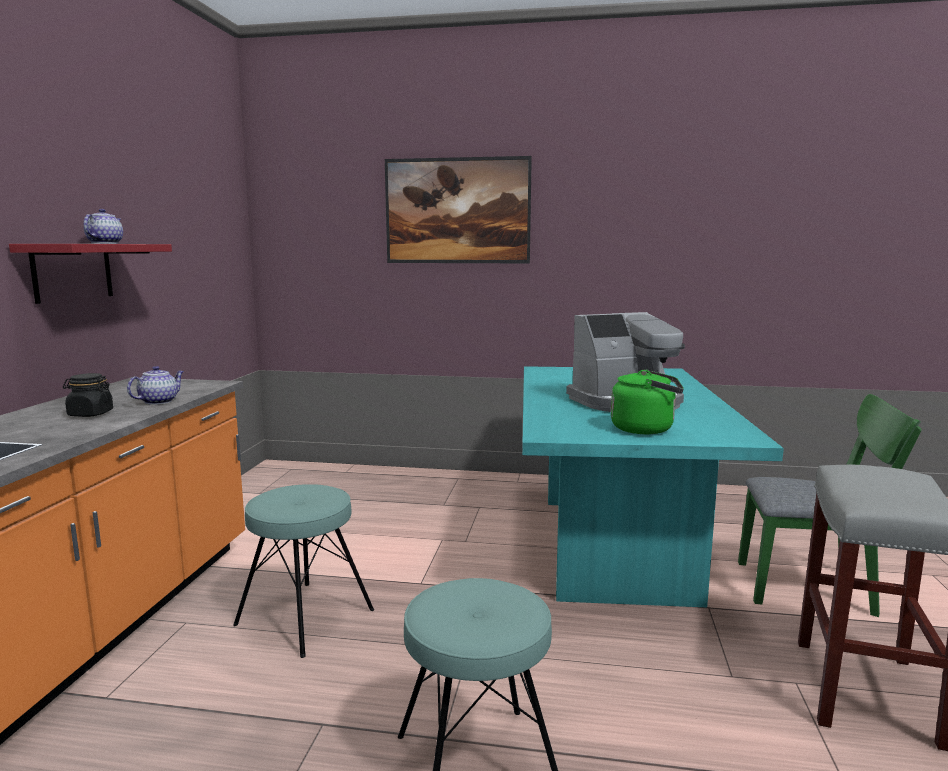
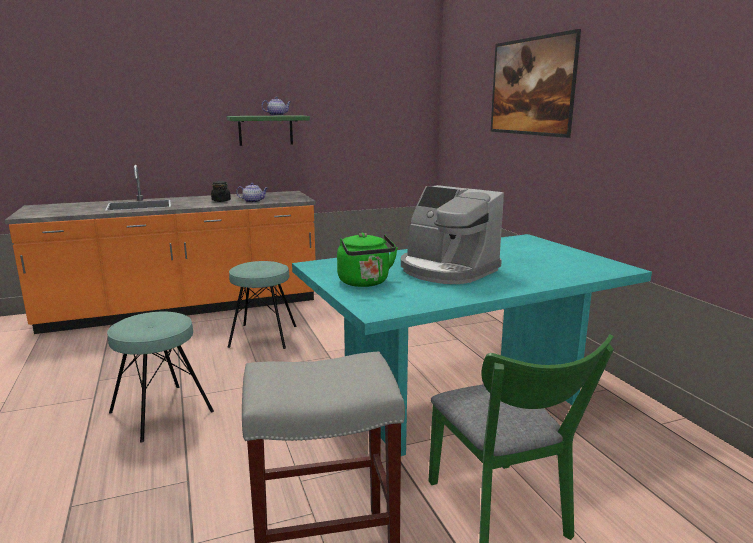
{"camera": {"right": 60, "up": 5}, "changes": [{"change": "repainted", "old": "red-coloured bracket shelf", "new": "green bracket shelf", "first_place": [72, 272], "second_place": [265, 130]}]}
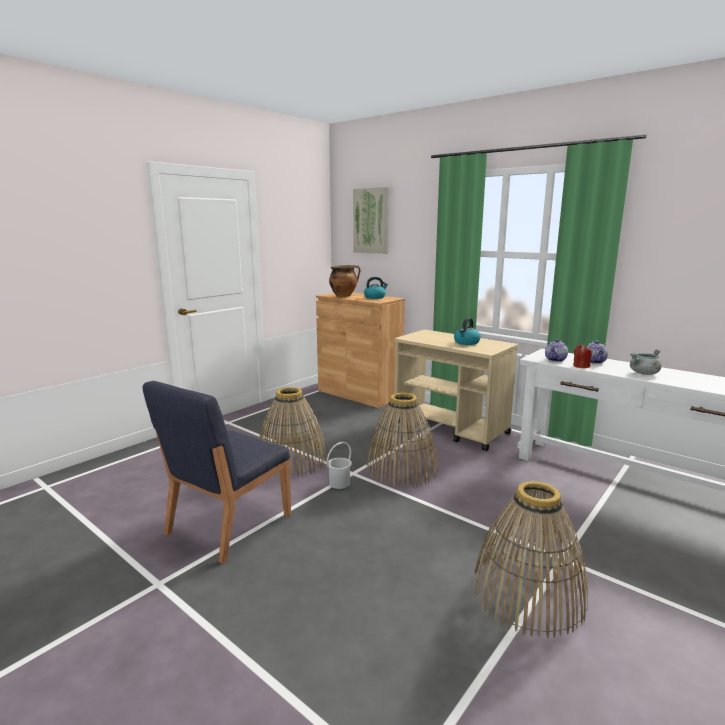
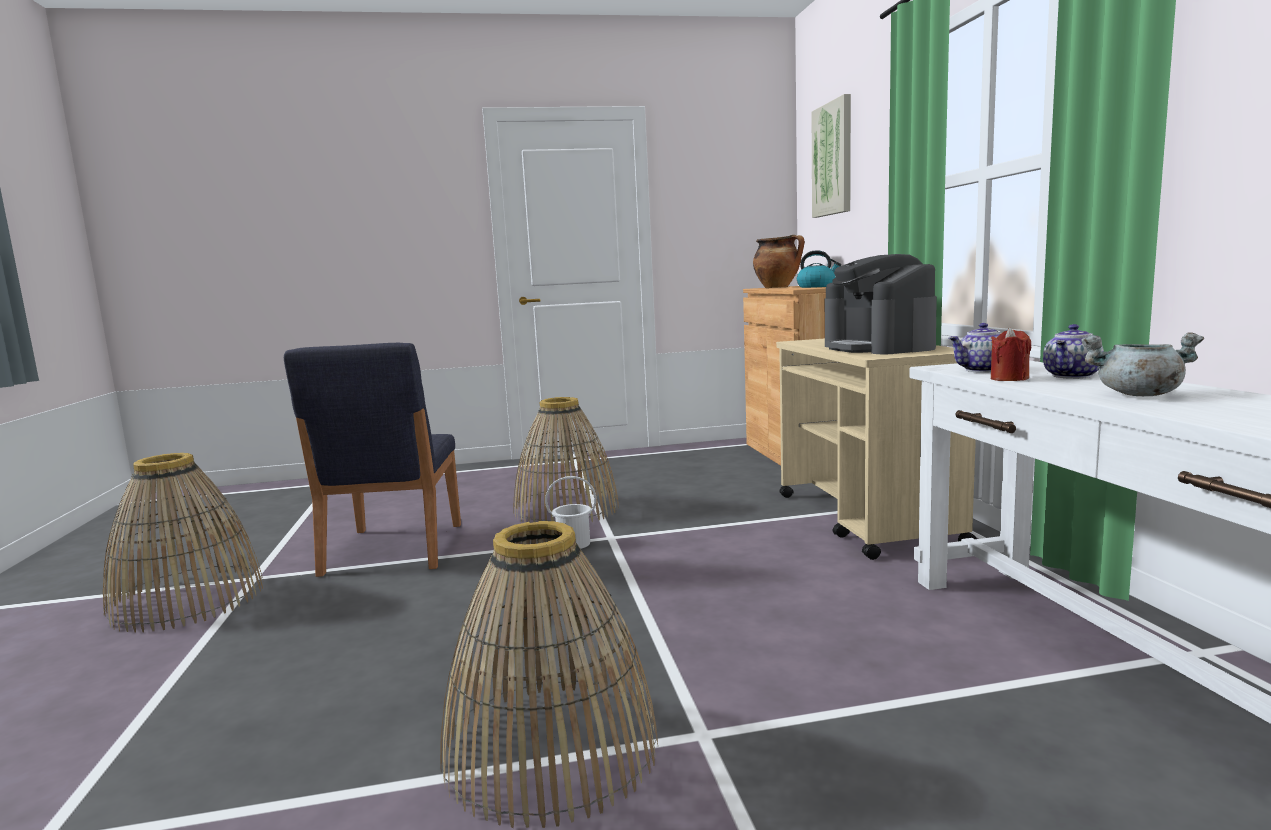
{"camera": {"right": 40, "up": -5}, "changes": [{"change": "swapped", "old": "tea kettle", "new": "coffee brewer", "first_place": [466, 342], "second_place": [878, 347]}, {"change": "rotated", "old": "blue-coloured upright chair", "first_place": [227, 524], "second_place": [392, 549], "degrees": -75}, {"change": "shifted", "old": "storage basket", "first_place": [402, 469], "second_place": [188, 600]}]}
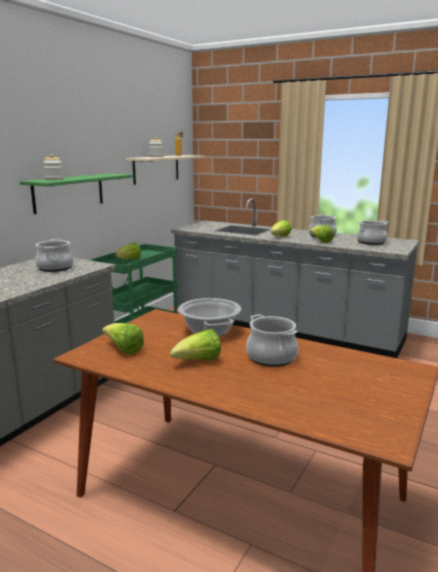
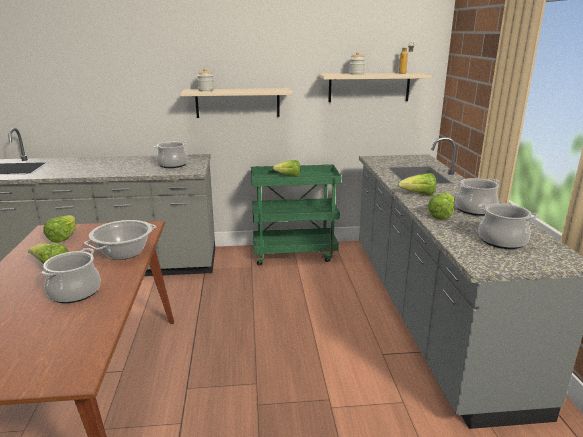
{"camera": {"right": 55, "up": 5}, "changes": [{"change": "repainted", "old": "green bracket shelf", "new": "sand-coloured bracket shelf", "first_place": [69, 192], "second_place": [237, 103]}]}
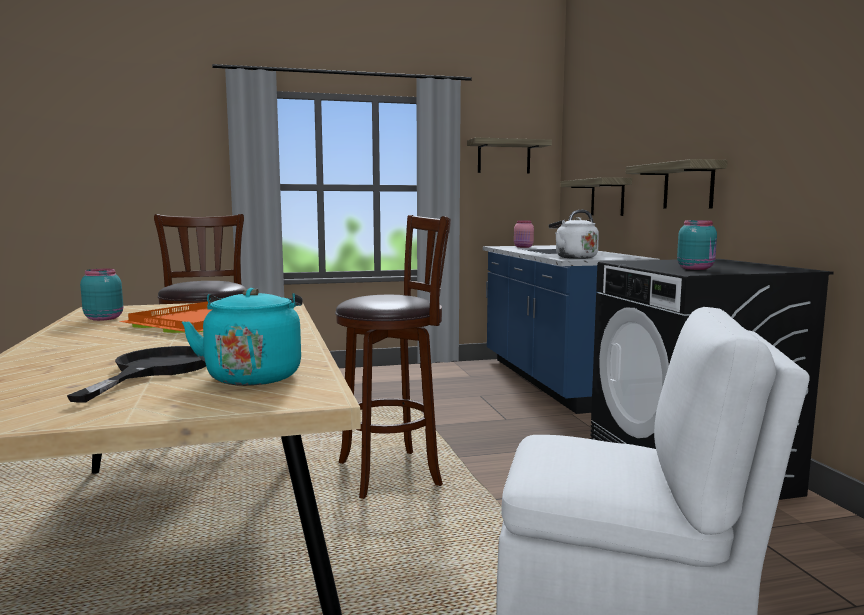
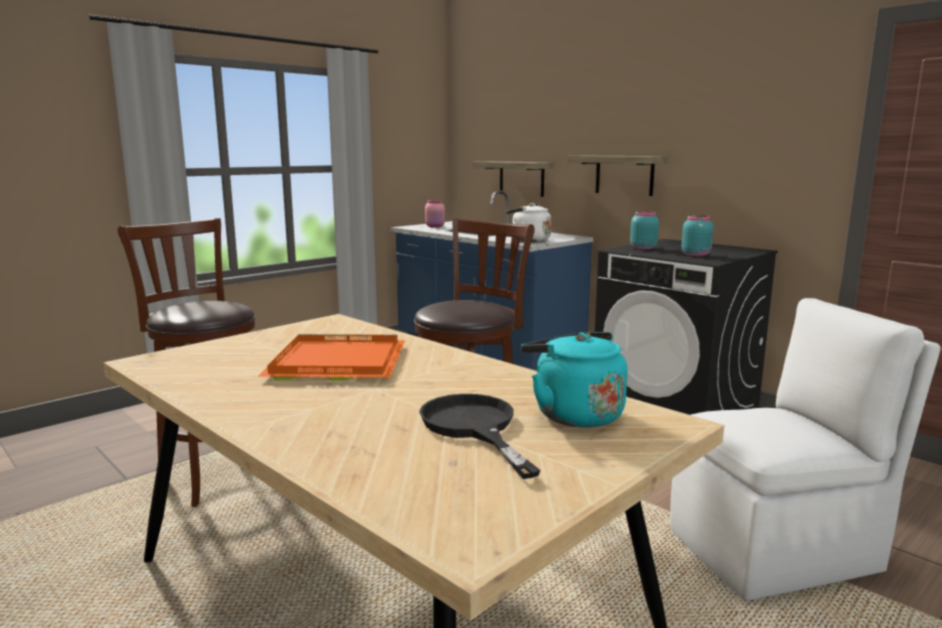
{"camera": {"right": -30, "up": 5}, "changes": [{"change": "gone", "old": "bracket shelf", "first_place": [504, 157]}, {"change": "shifted", "old": "blue-green preserve jar", "first_place": [104, 318], "second_place": [642, 248]}]}
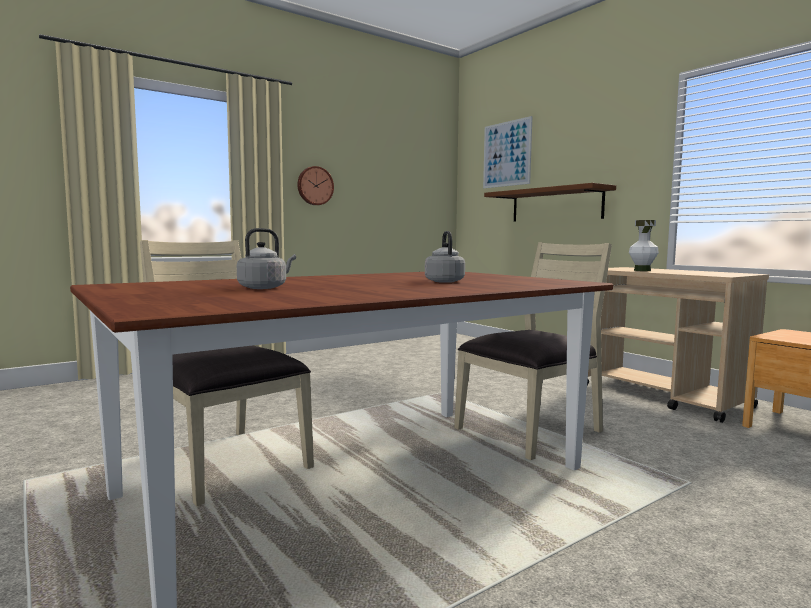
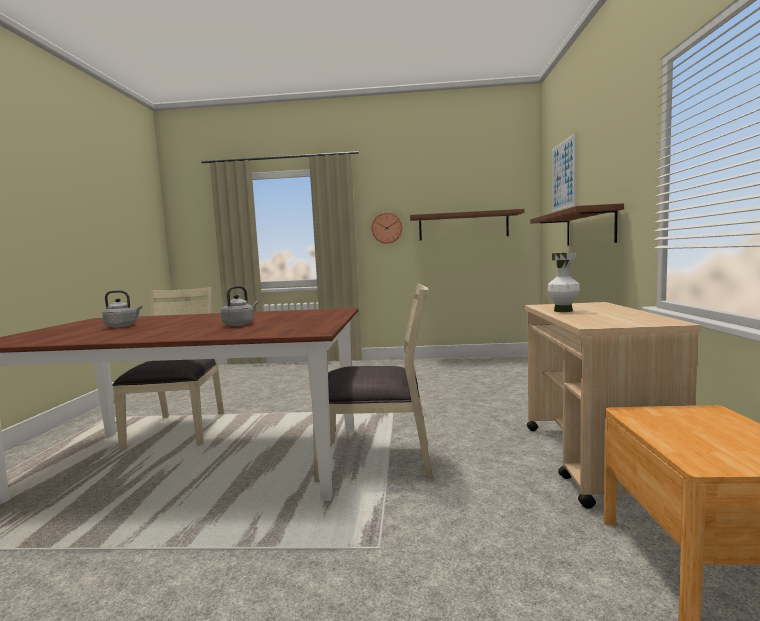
{"camera": {"right": 40, "up": 0}, "changes": [{"change": "new", "new": "bracket shelf", "second_place": [463, 226]}]}
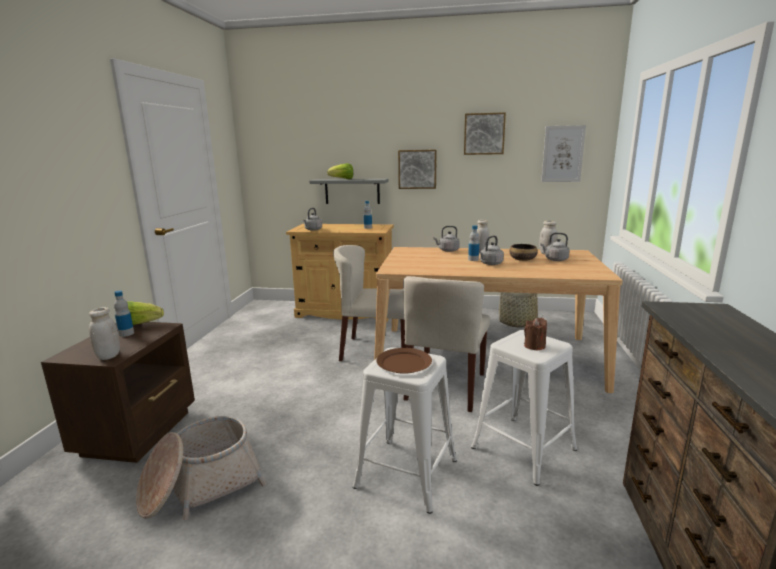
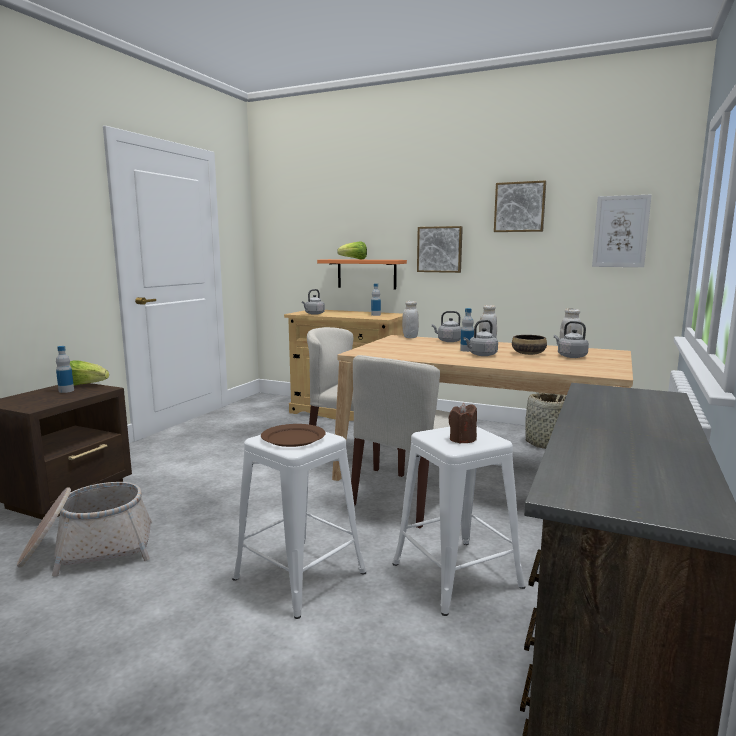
{"camera": {"right": 15, "up": -5}, "changes": [{"change": "repainted", "old": "grey bracket shelf", "new": "orangey bracket shelf", "first_place": [352, 191], "second_place": [366, 274]}, {"change": "shifted", "old": "white-coloured preserve jar", "first_place": [108, 356], "second_place": [410, 337]}]}
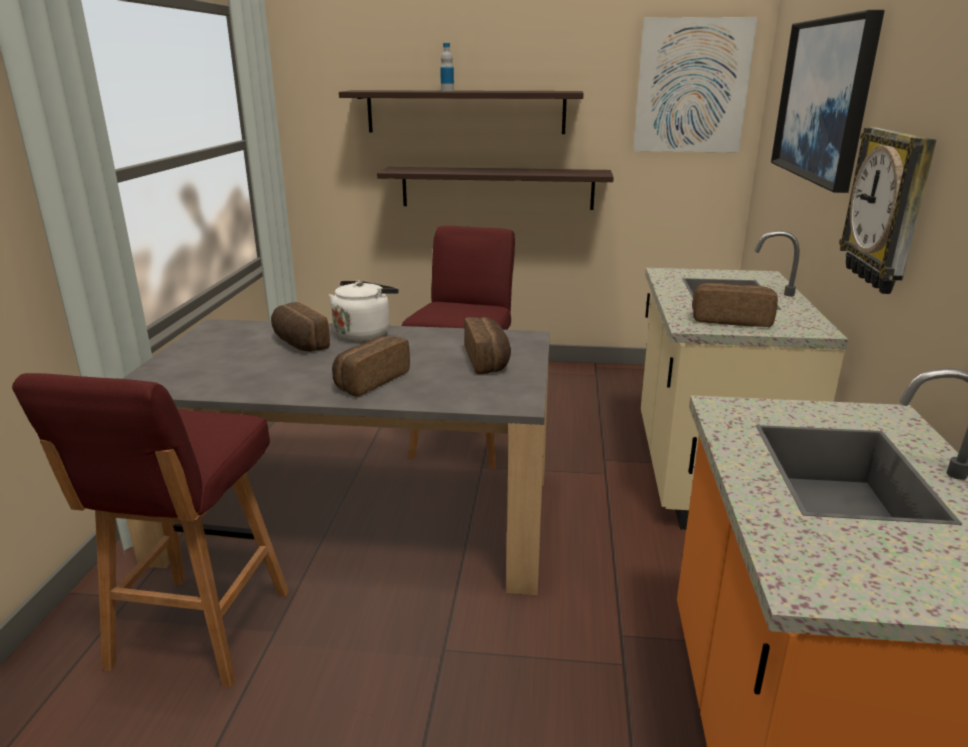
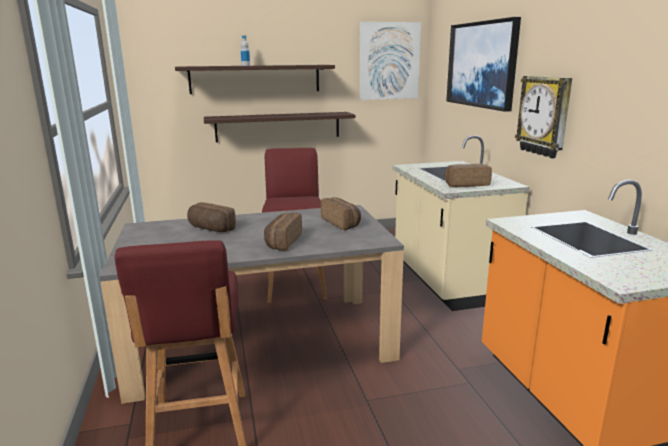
{"camera": {"right": -20, "up": -5}, "changes": [{"change": "gone", "old": "white-coloured tea kettle", "first_place": [364, 333]}]}
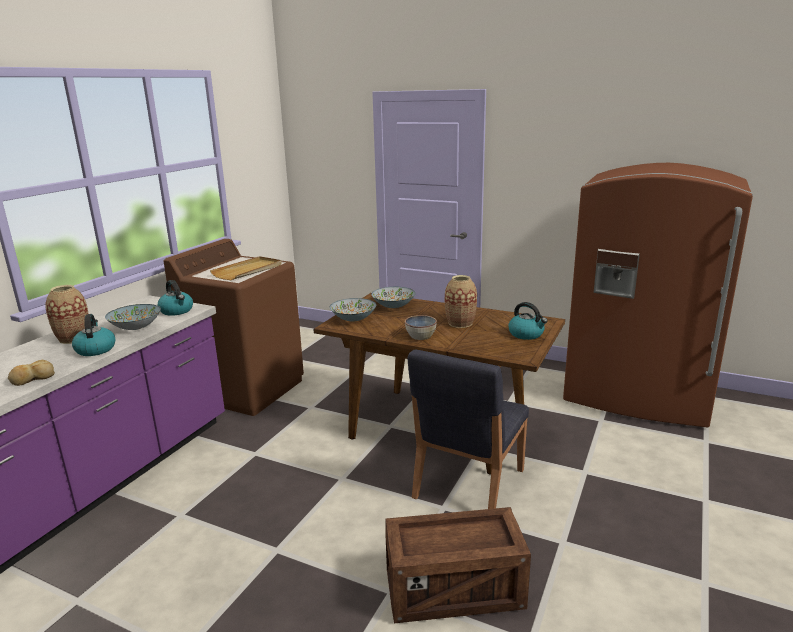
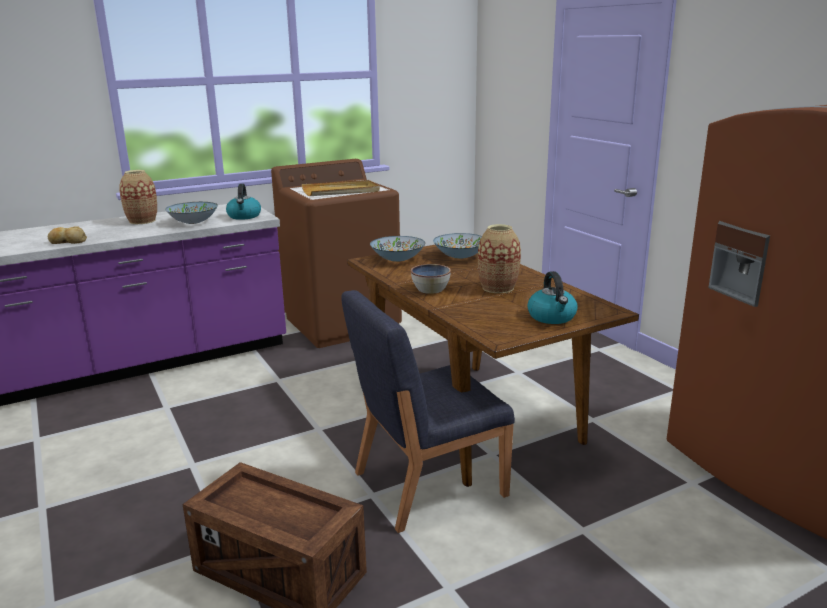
{"camera": {"right": 35, "up": 0}, "changes": [{"change": "gone", "old": "tea kettle", "first_place": [95, 349]}]}
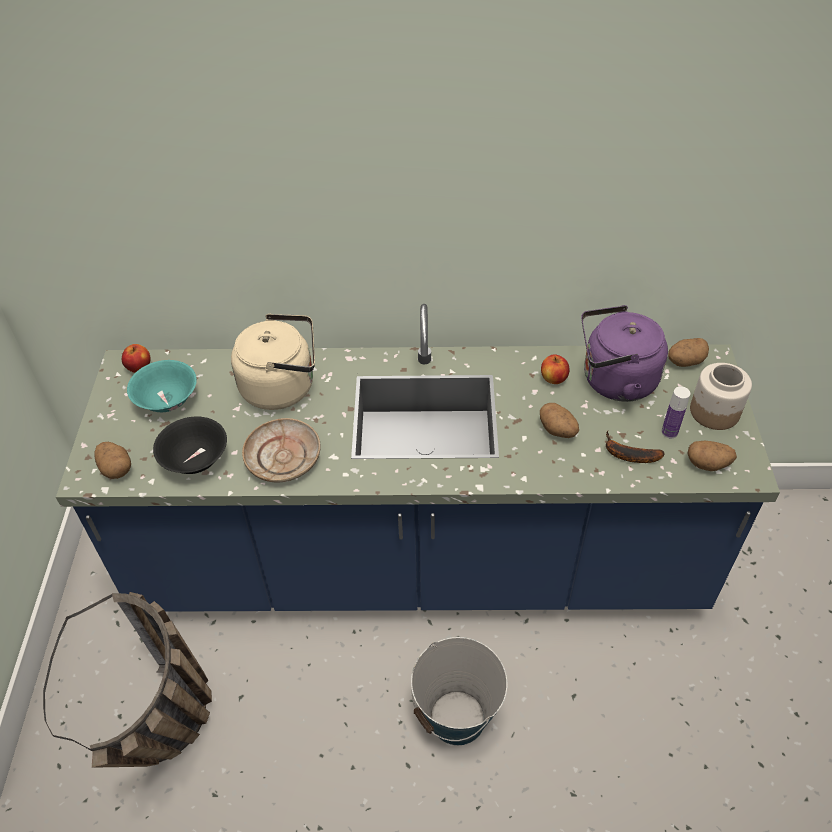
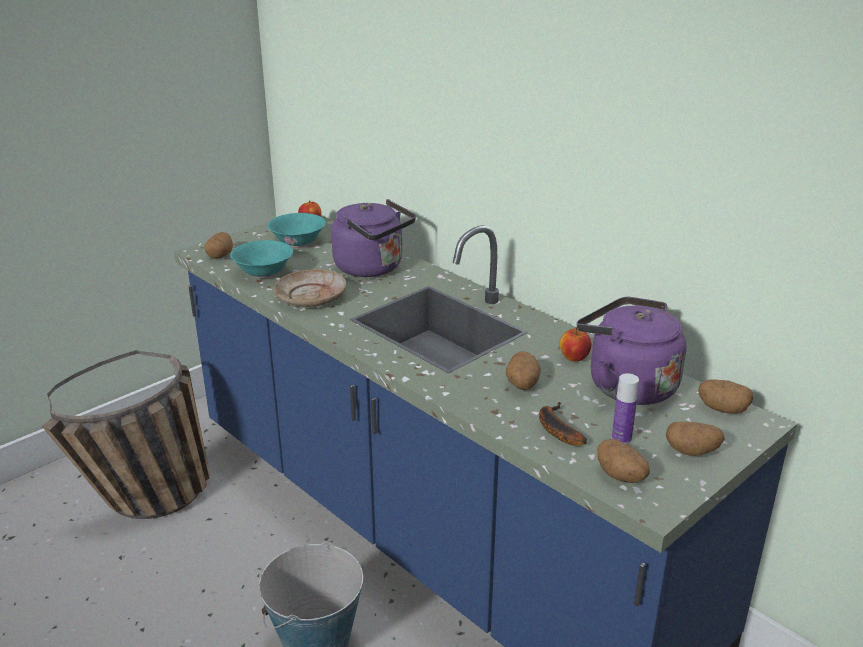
{"camera": {"right": 45, "up": -20}, "changes": [{"change": "repainted", "old": "sand-coloured tea kettle", "new": "purple-coloured tea kettle", "first_place": [283, 387], "second_place": [373, 268]}, {"change": "swapped", "old": "preserve jar", "new": "potato", "first_place": [713, 412], "second_place": [692, 451]}, {"change": "repainted", "old": "blackish bowl", "new": "blue-green bowl", "first_place": [196, 460], "second_place": [264, 273]}]}
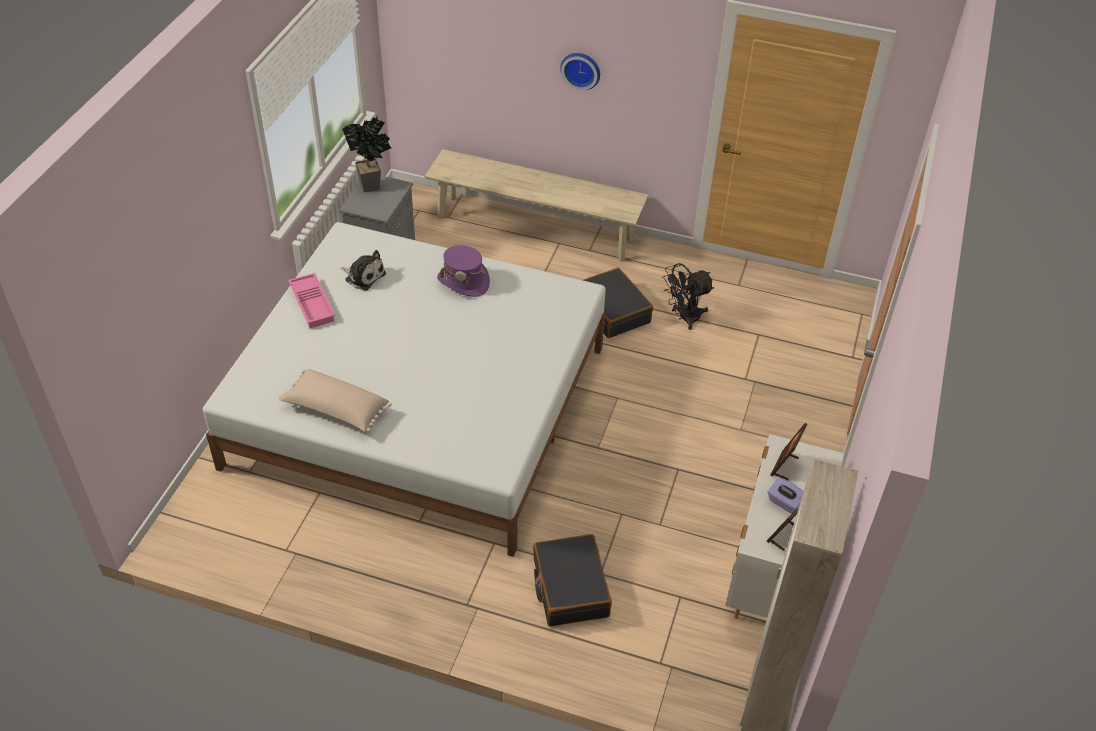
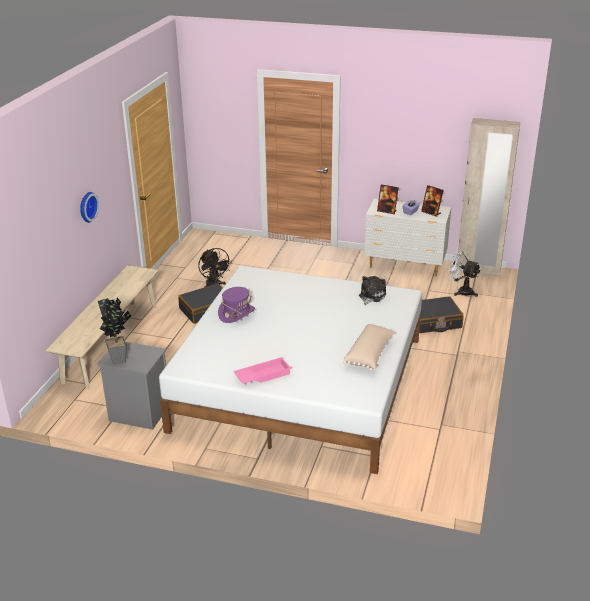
{"camera": {"right": -90, "up": -15}, "changes": [{"change": "shifted", "old": "plush toy", "first_place": [363, 276], "second_place": [371, 296]}, {"change": "new", "new": "white-coloured cooling fan", "second_place": [461, 291]}]}
